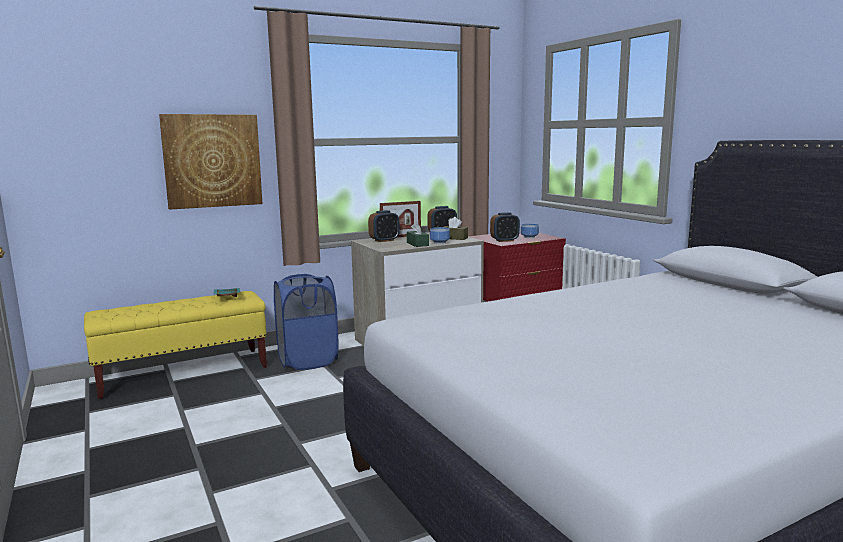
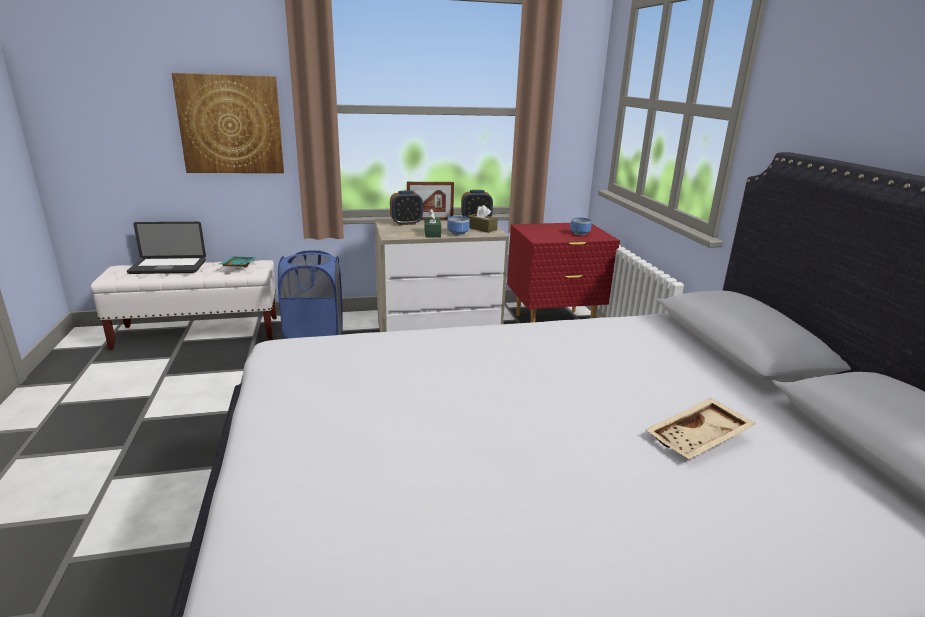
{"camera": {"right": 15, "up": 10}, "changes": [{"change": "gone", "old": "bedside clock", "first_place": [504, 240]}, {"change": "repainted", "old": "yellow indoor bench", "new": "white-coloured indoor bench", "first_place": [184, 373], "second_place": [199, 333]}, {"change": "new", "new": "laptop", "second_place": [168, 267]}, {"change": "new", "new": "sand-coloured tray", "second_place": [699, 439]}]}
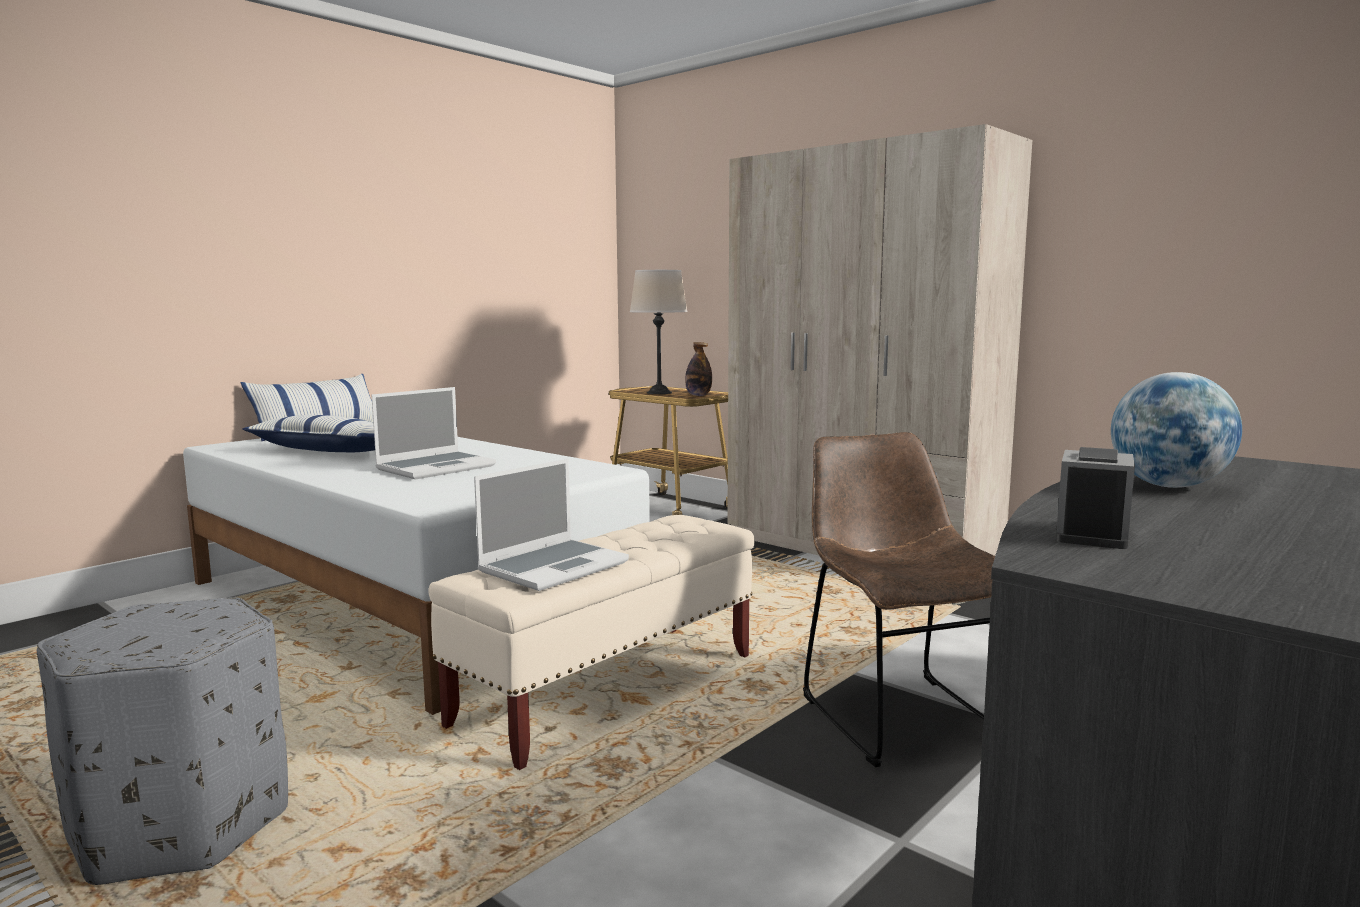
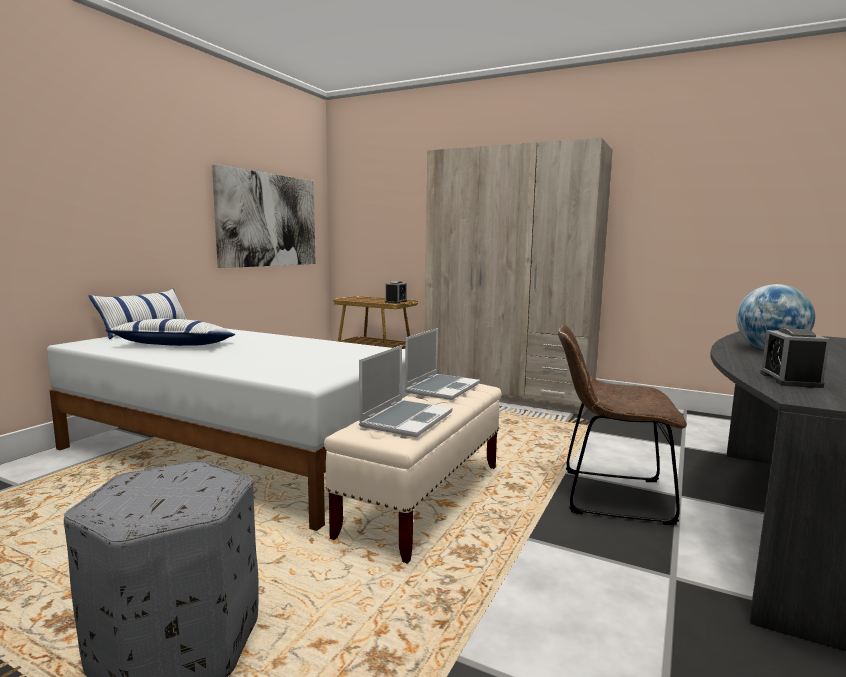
{"camera": {"right": -15, "up": 0}, "changes": [{"change": "gone", "old": "sand-coloured lamp for a table", "first_place": [659, 392]}, {"change": "swapped", "old": "beverage bottle", "new": "bedside clock", "first_place": [698, 395], "second_place": [396, 302]}, {"change": "shifted", "old": "laptop", "first_place": [436, 467], "second_place": [442, 388]}, {"change": "rotated", "old": "brown-coloured upright chair", "first_place": [898, 713], "second_place": [608, 495], "degrees": -45}, {"change": "new", "new": "wall picture", "second_place": [268, 220]}]}
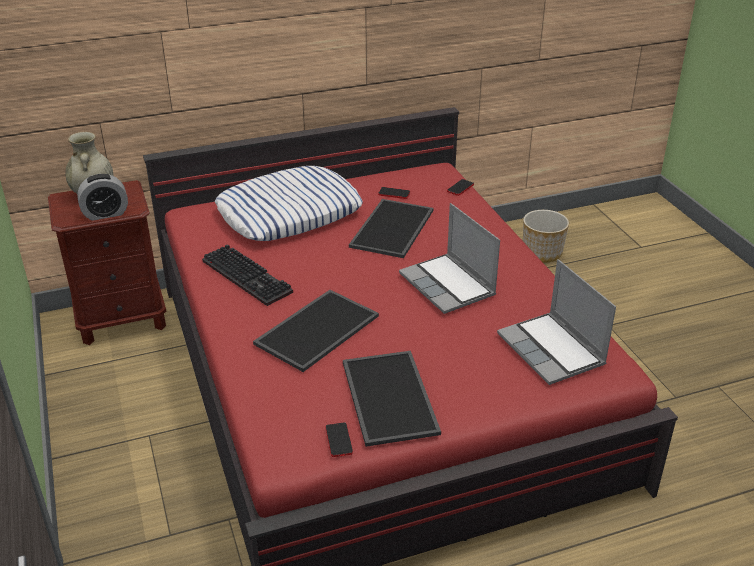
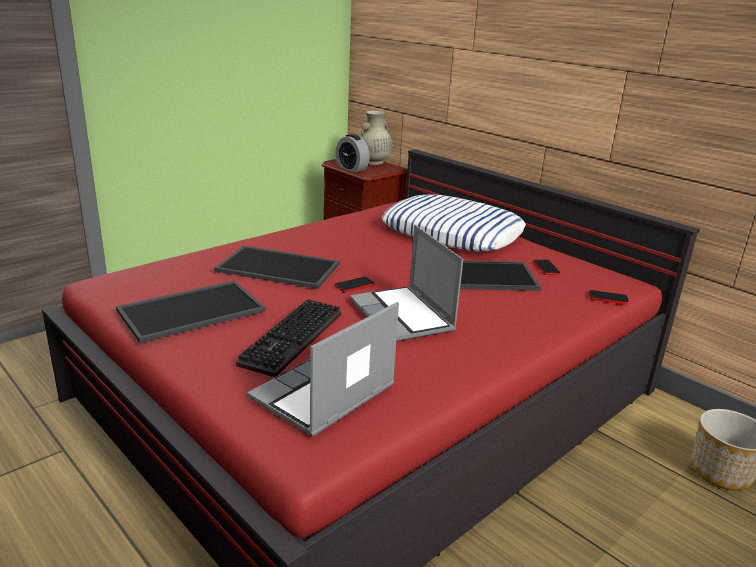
{"camera": {"right": 65, "up": -10}, "changes": [{"change": "rotated", "old": "laptop", "first_place": [448, 285], "second_place": [403, 316], "degrees": -60}, {"change": "shifted", "old": "keyboard", "first_place": [249, 277], "second_place": [294, 340]}, {"change": "shifted", "old": "handset", "first_place": [339, 440], "second_place": [354, 285]}]}
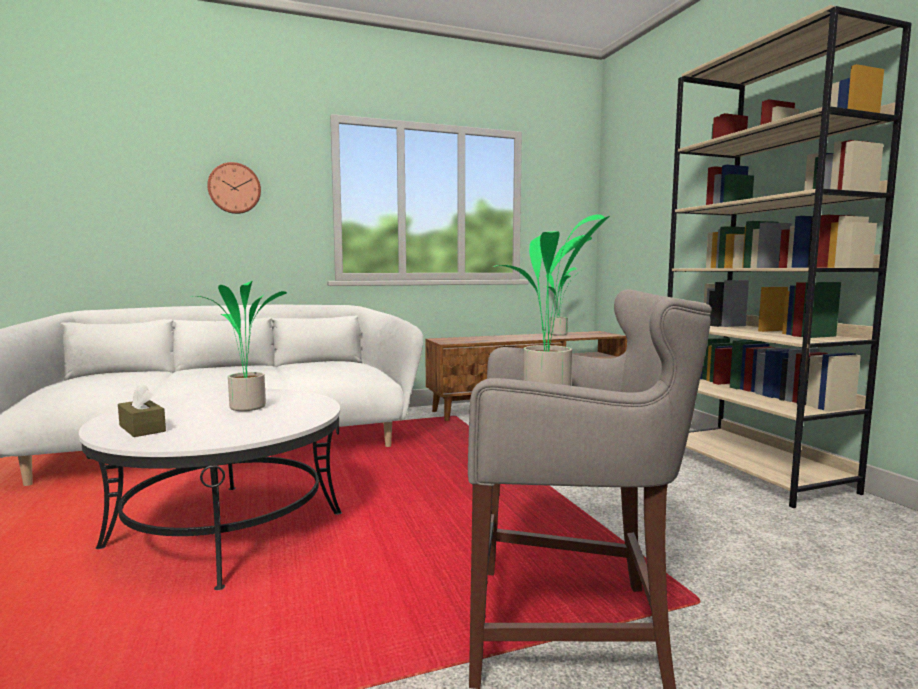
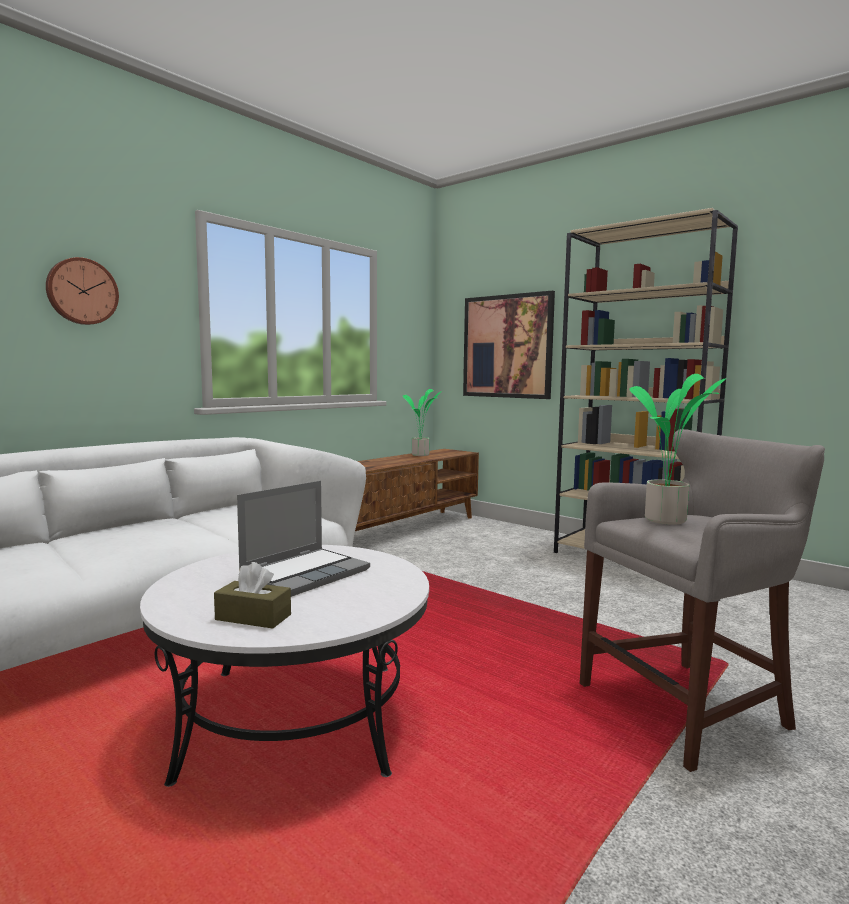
{"camera": {"right": -30, "up": 0}, "changes": [{"change": "swapped", "old": "houseplant", "new": "laptop", "first_place": [246, 408], "second_place": [305, 573]}, {"change": "new", "new": "wall picture", "second_place": [507, 346]}]}
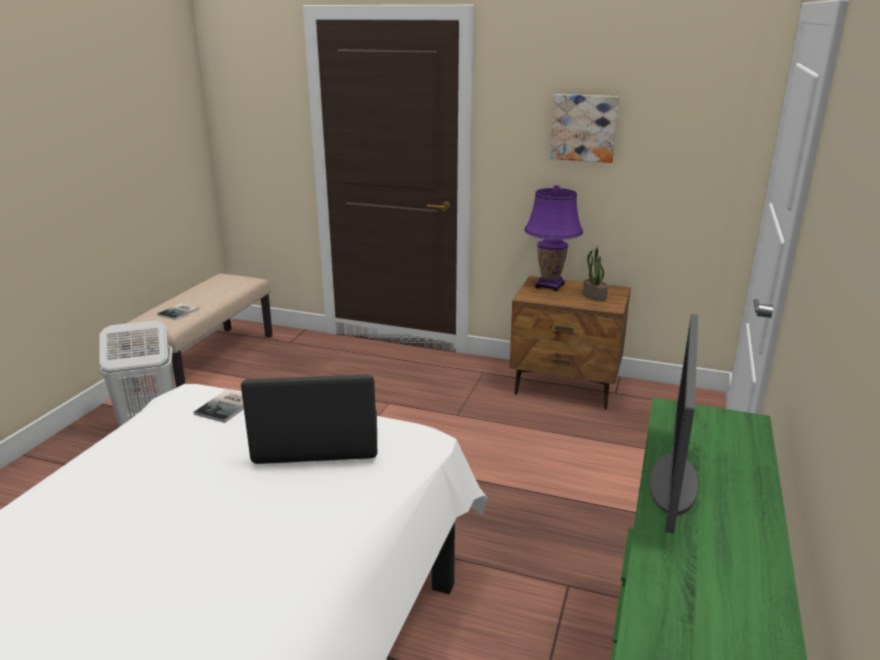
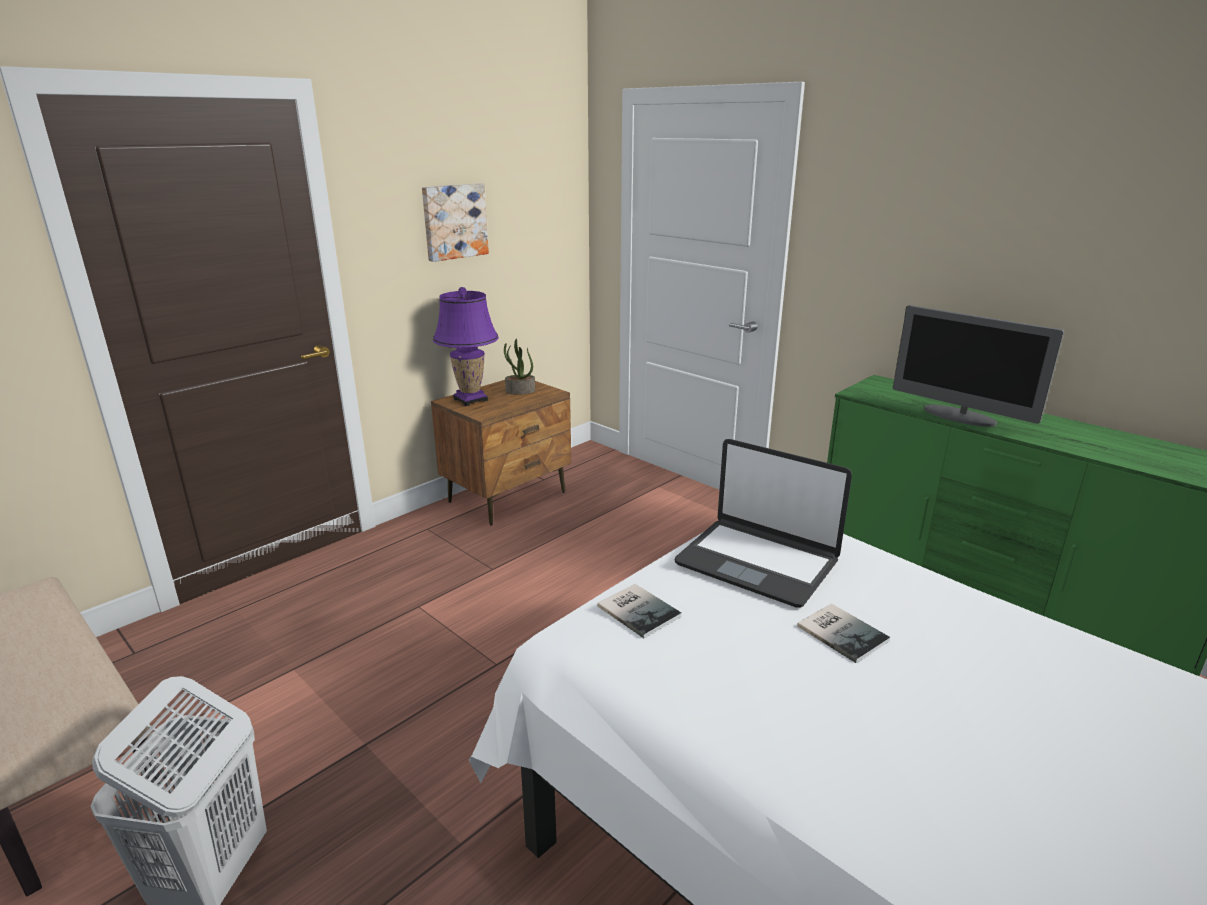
{"camera": {"right": -65, "up": 0}, "changes": [{"change": "shifted", "old": "book", "first_place": [180, 312], "second_place": [842, 632]}, {"change": "rotated", "old": "laptop", "first_place": [317, 440], "second_place": [757, 562], "degrees": -75}]}
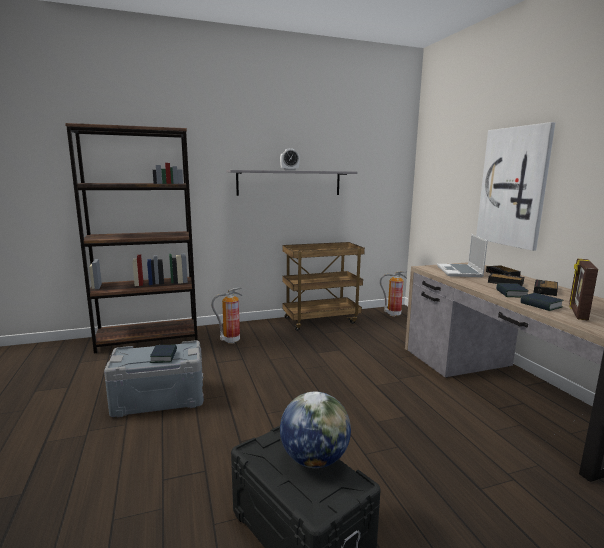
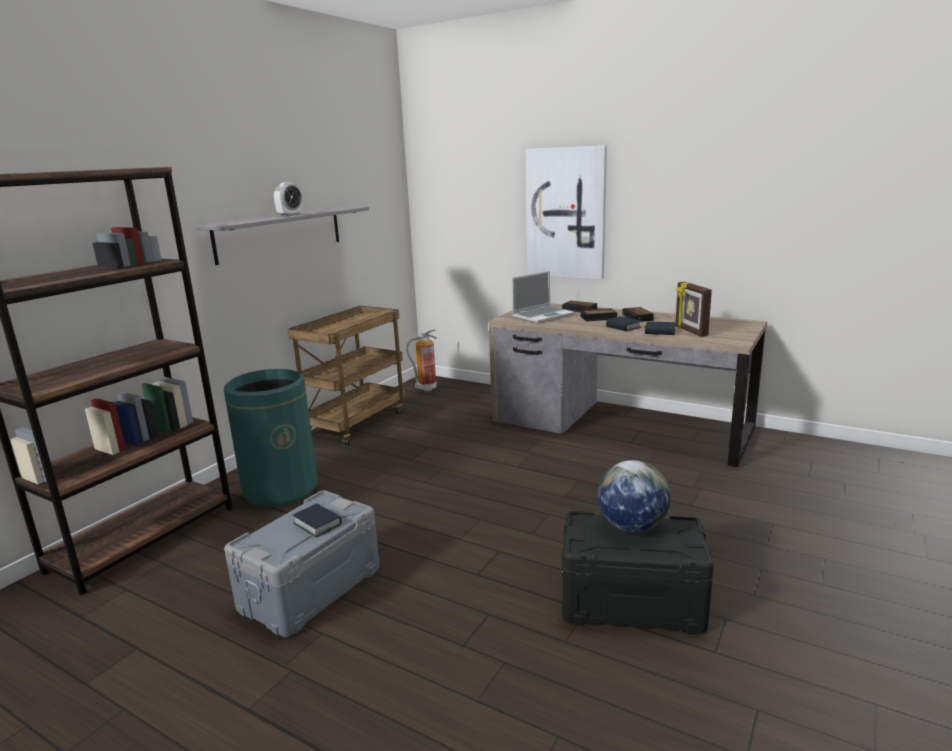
{"camera": {"right": -40, "up": 5}, "changes": [{"change": "rotated", "old": "laptop", "first_place": [460, 272], "second_place": [543, 316], "degrees": -90}, {"change": "swapped", "old": "fire extinguisher", "new": "green trash can", "first_place": [230, 341], "second_place": [281, 489]}]}
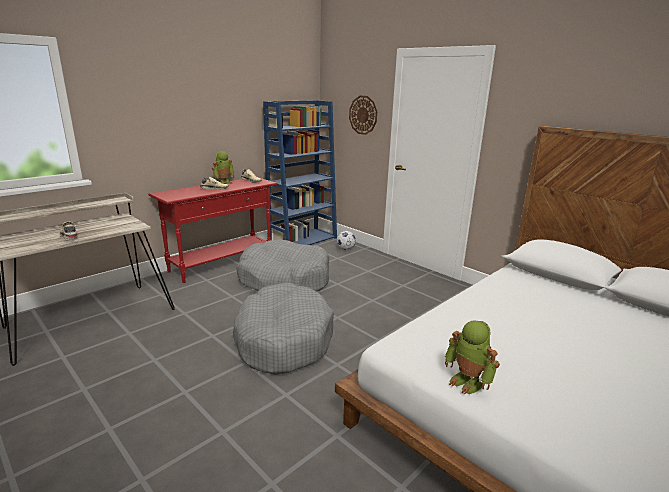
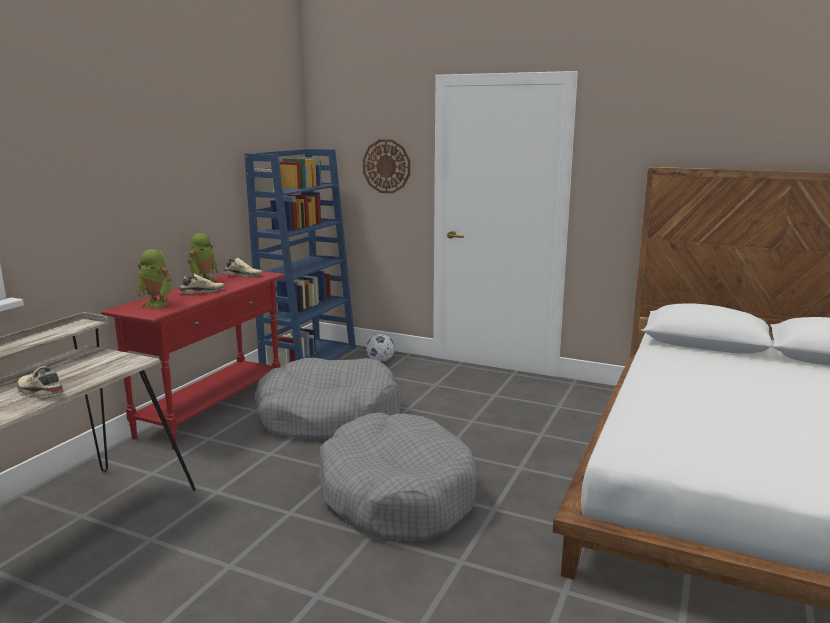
{"camera": {"right": -20, "up": -5}, "changes": [{"change": "shifted", "old": "robot figure", "first_place": [468, 382], "second_place": [157, 304]}]}
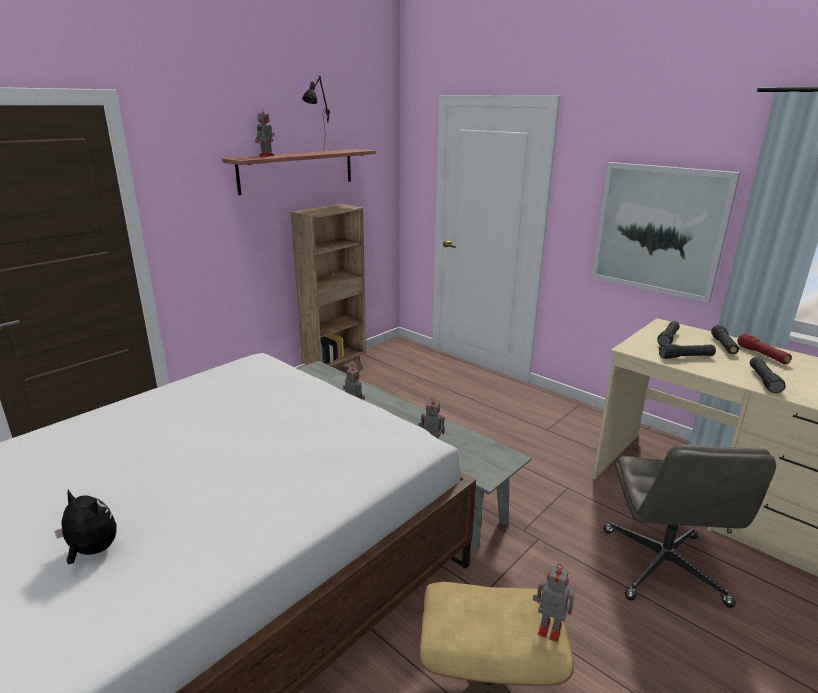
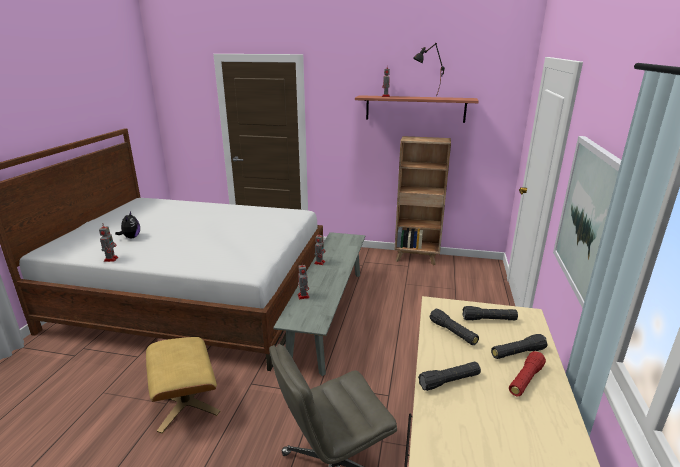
{"camera": {"right": 60, "up": 0}, "changes": [{"change": "shifted", "old": "robot figure", "first_place": [548, 628], "second_place": [111, 259]}]}
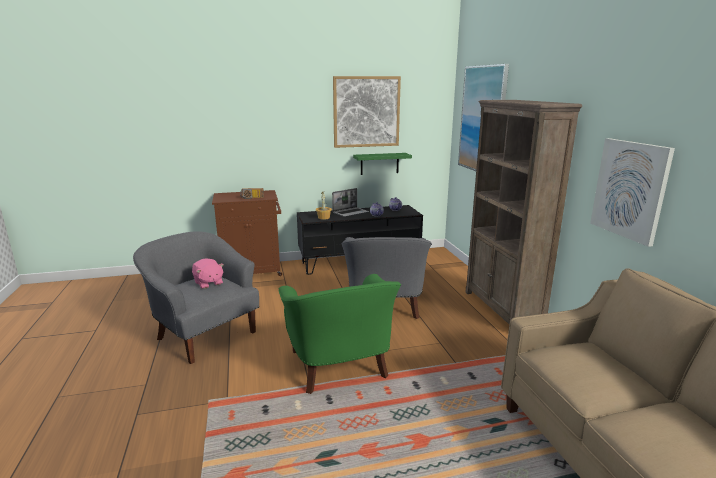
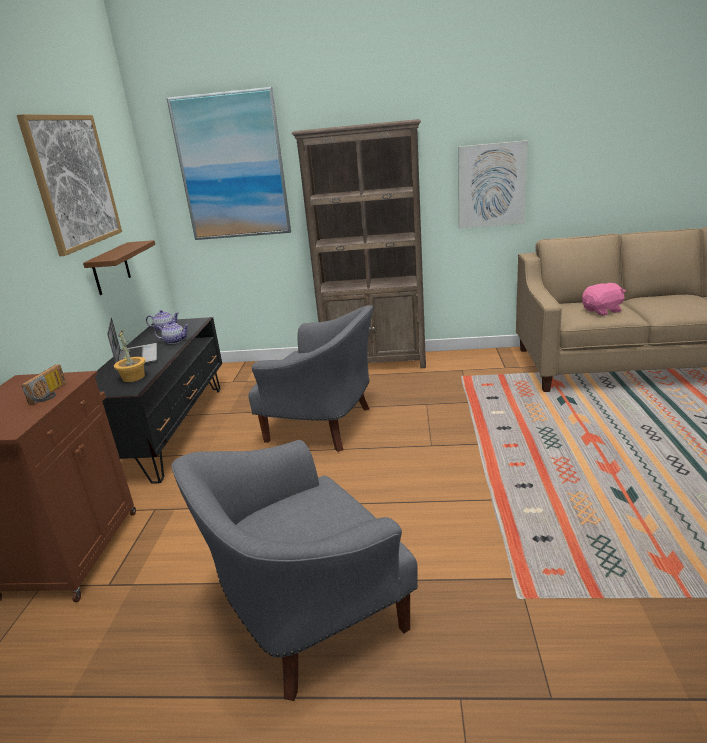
{"camera": {"right": -70, "up": 5}, "changes": [{"change": "repainted", "old": "green bracket shelf", "new": "brown-coloured bracket shelf", "first_place": [379, 163], "second_place": [111, 268]}, {"change": "shifted", "old": "pink-coloured plush toy", "first_place": [208, 283], "second_place": [602, 311]}, {"change": "gone", "old": "green lounge chair", "first_place": [339, 367]}]}
